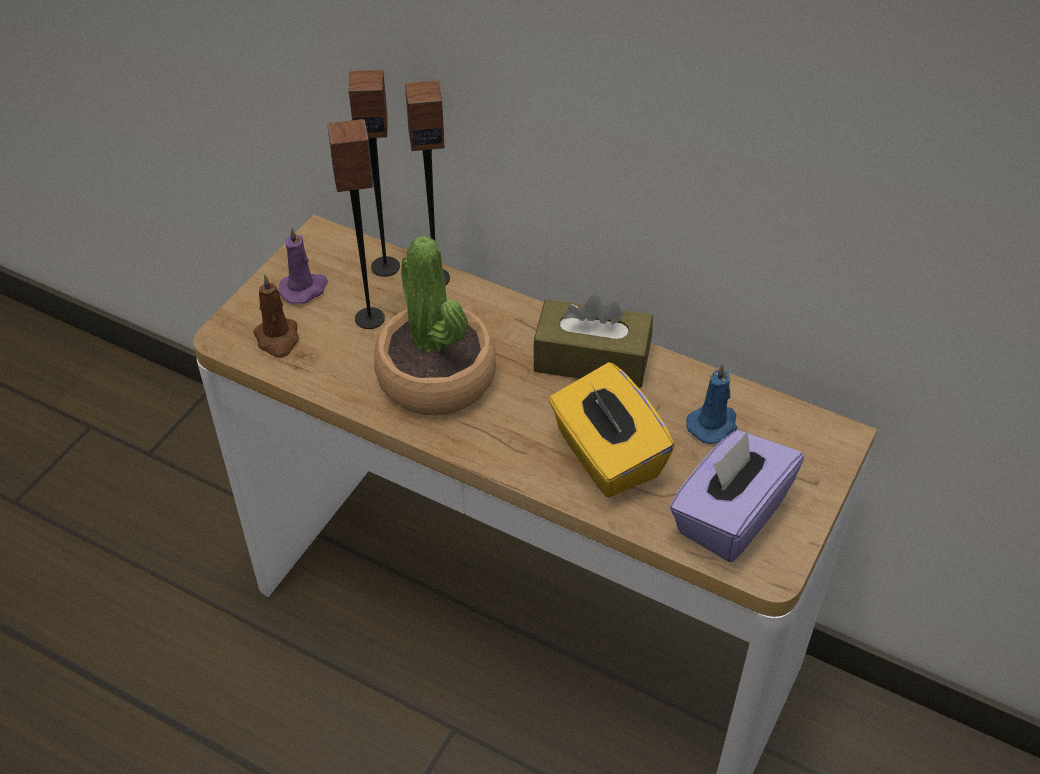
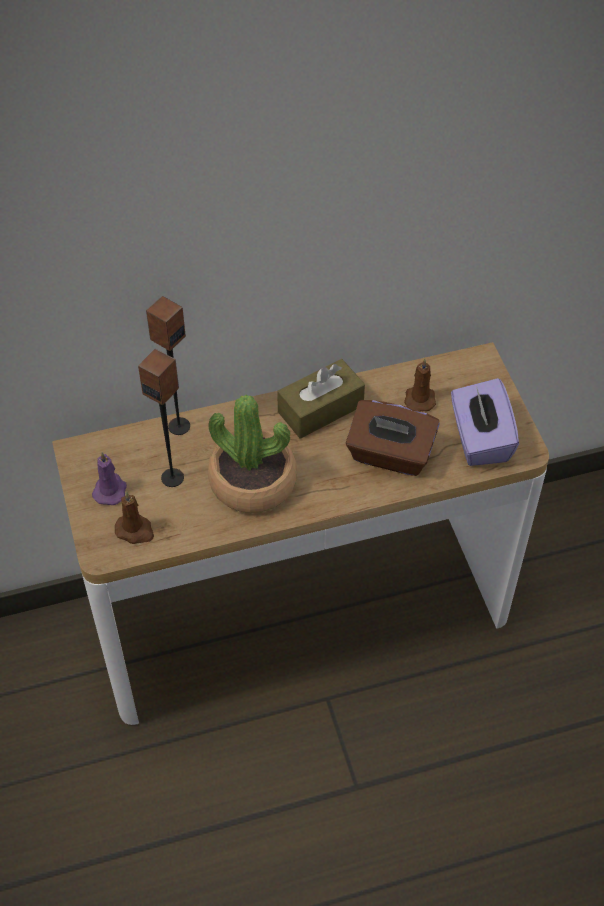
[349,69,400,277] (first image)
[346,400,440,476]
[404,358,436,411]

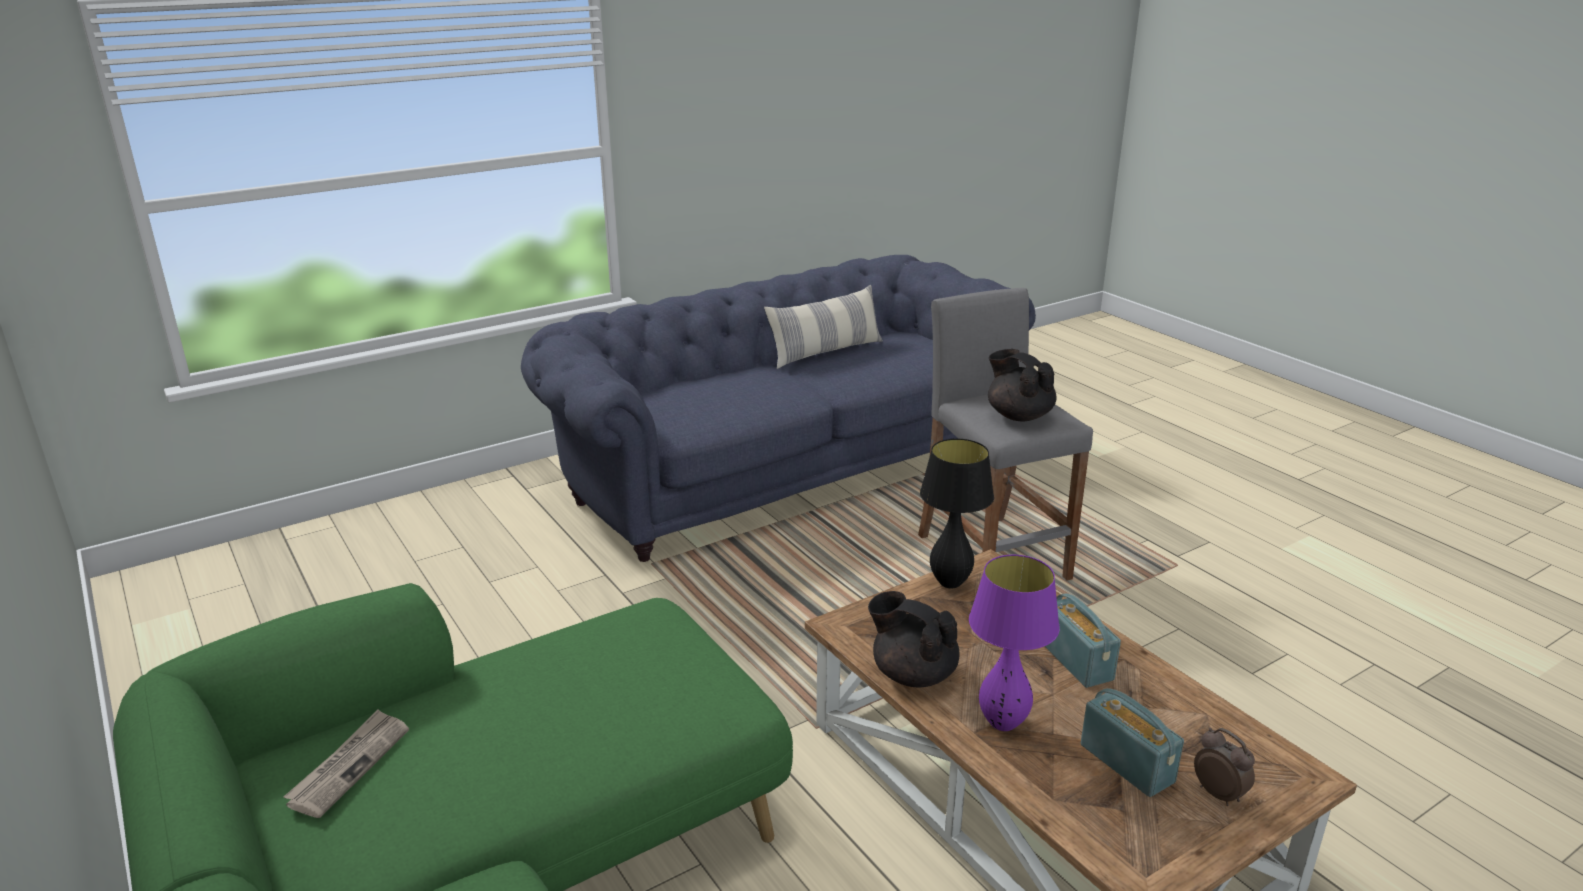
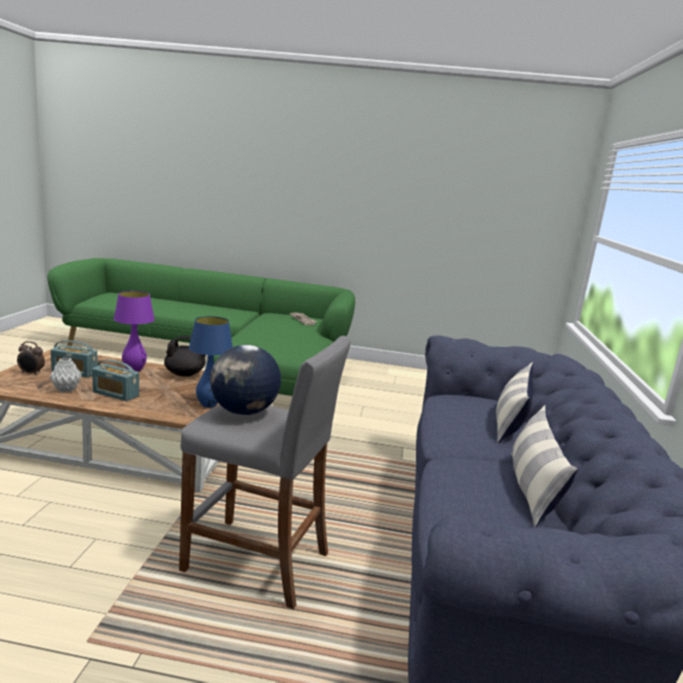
[189,316,233,408]
[210,345,281,415]
[50,357,82,393]
[496,363,533,443]

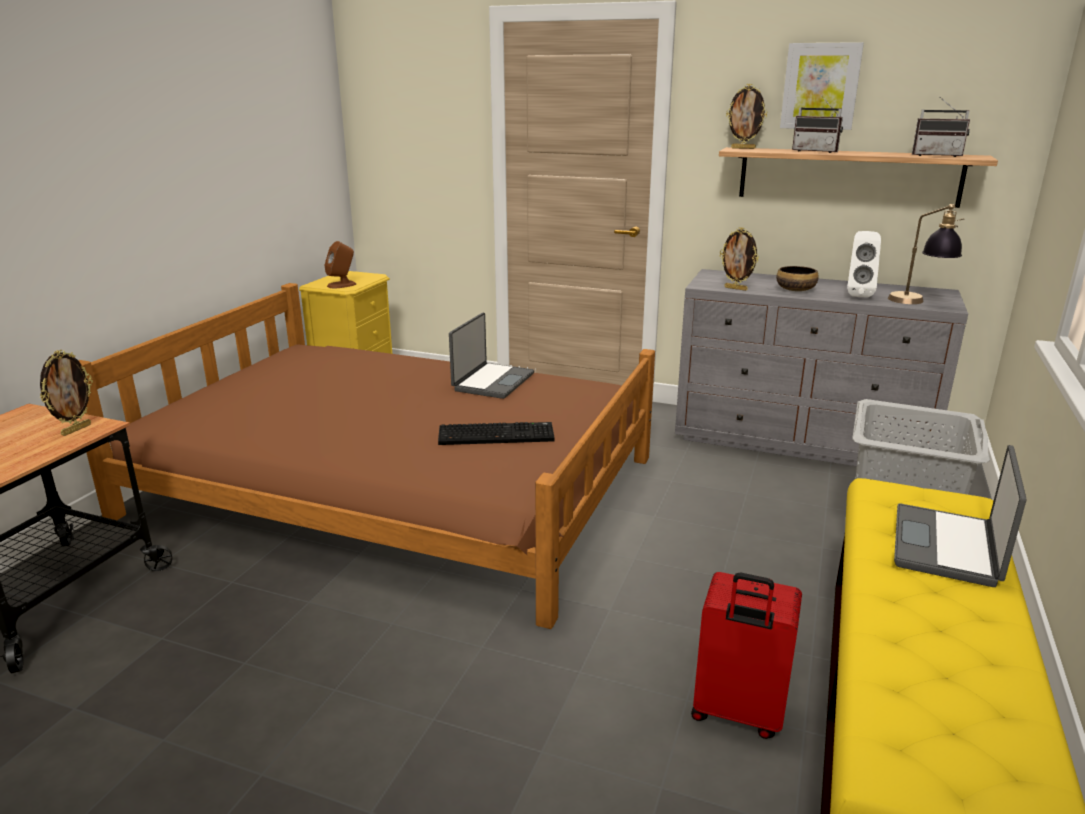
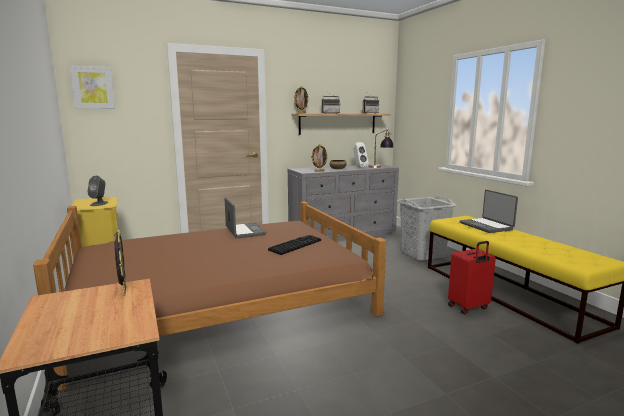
[87,176,108,206]
[70,65,115,109]

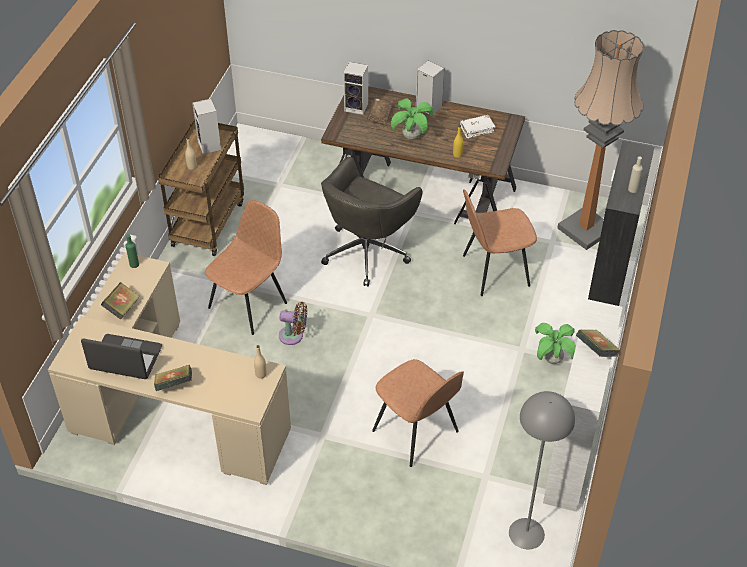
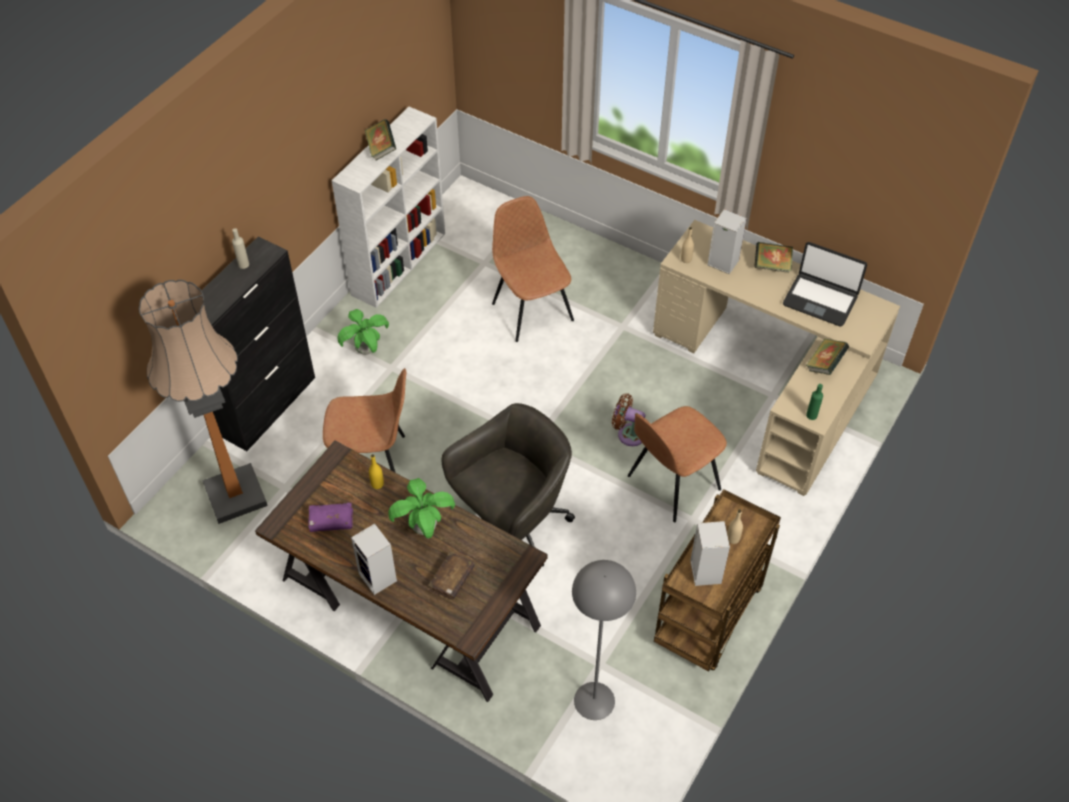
[708,209,747,274]
[308,503,353,532]
[572,560,636,720]

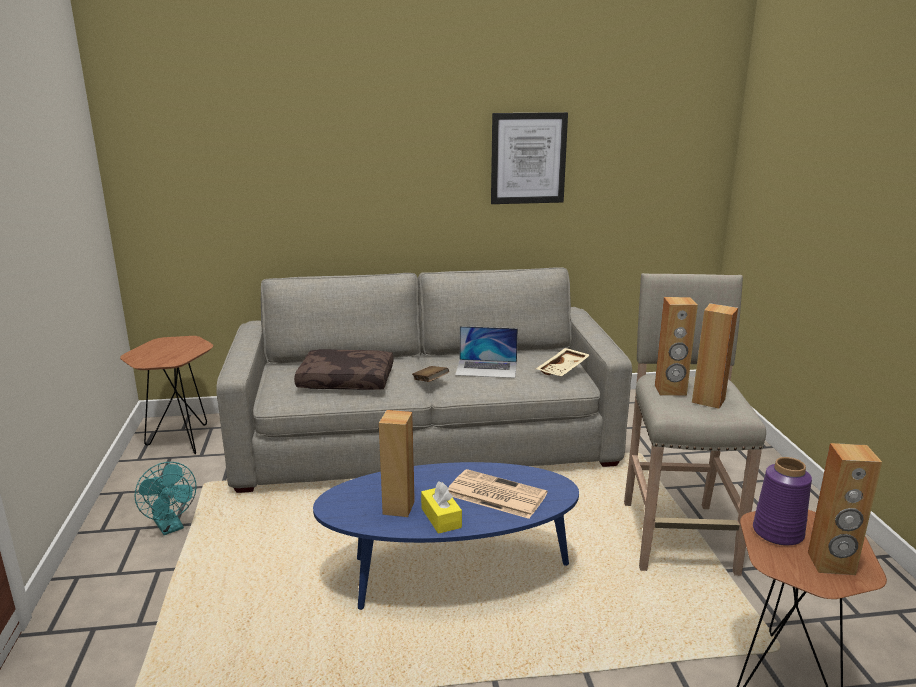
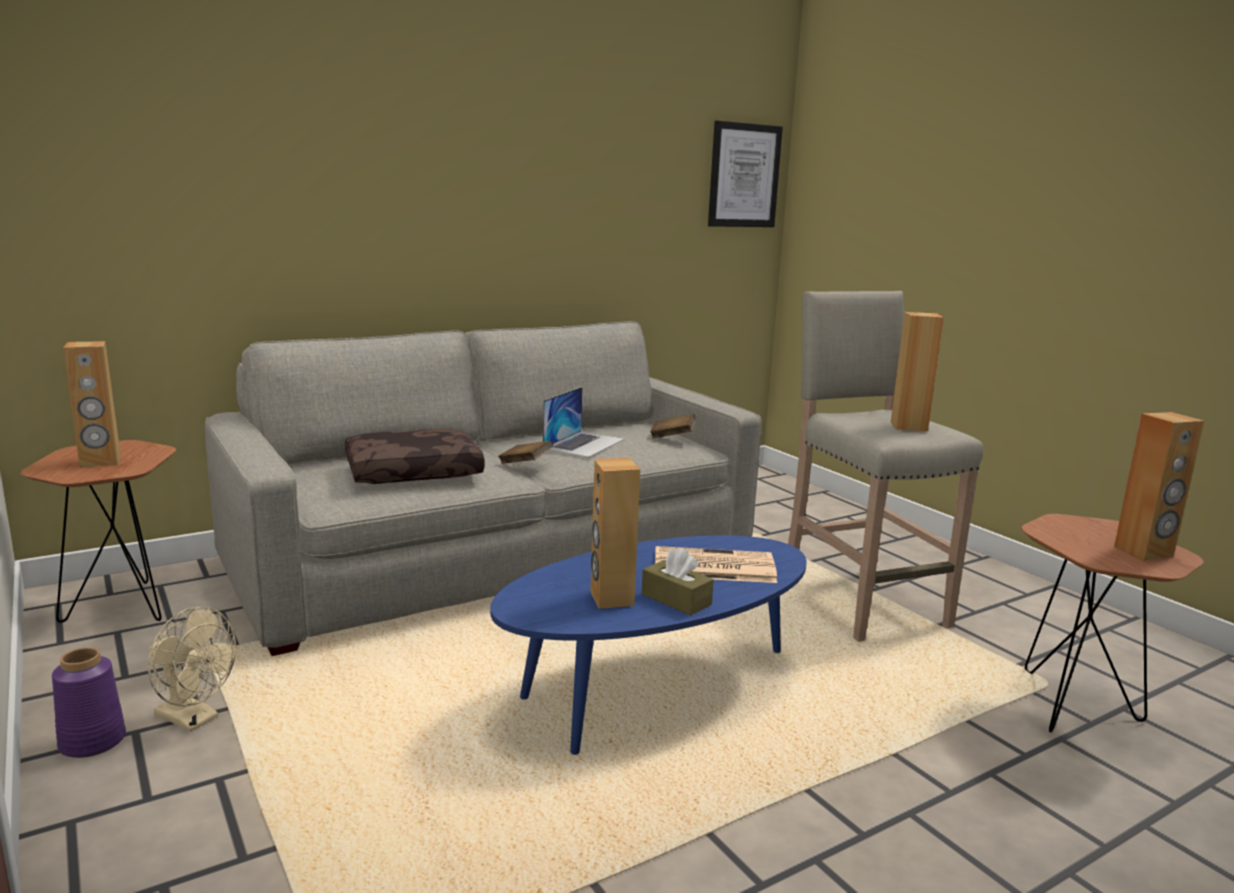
[148,606,236,732]
[641,548,714,615]
[543,387,625,458]
[708,121,783,227]
[650,414,696,439]
[63,341,121,468]
[52,647,126,758]

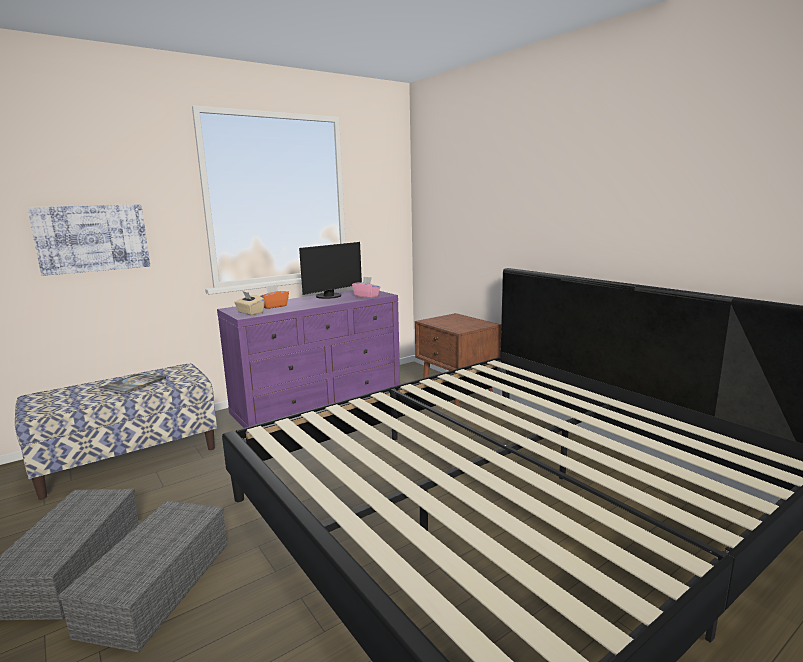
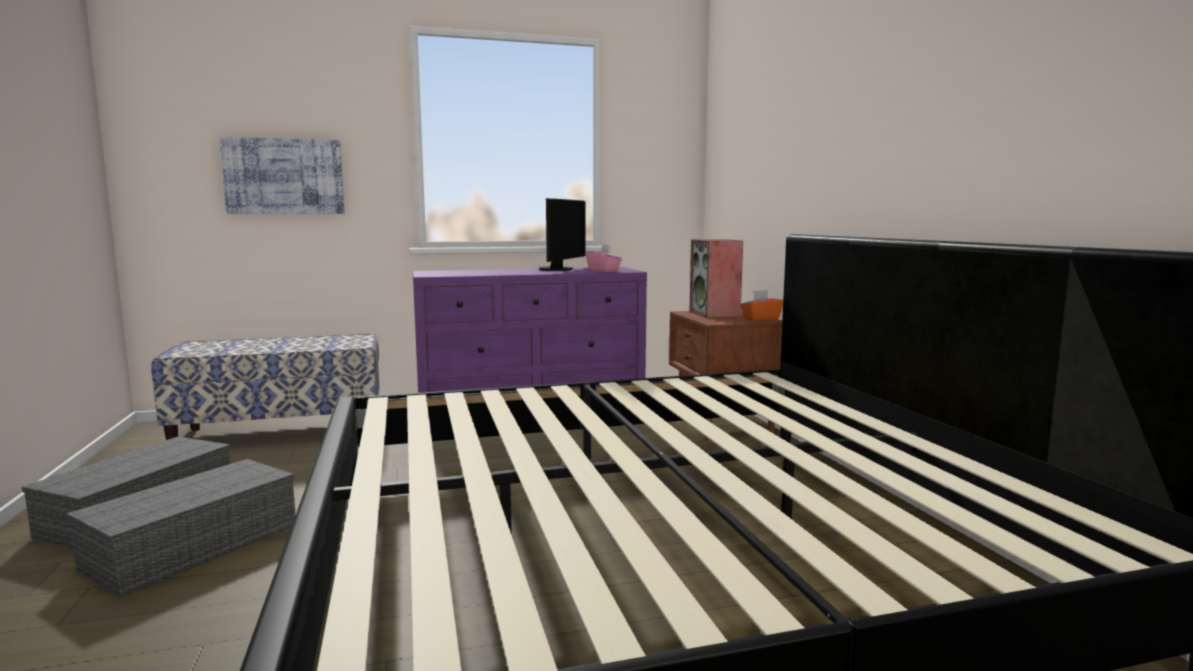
[99,372,166,394] (first image)
[234,292,265,316] (first image)
[740,290,783,321]
[539,198,586,271]
[689,239,743,318]

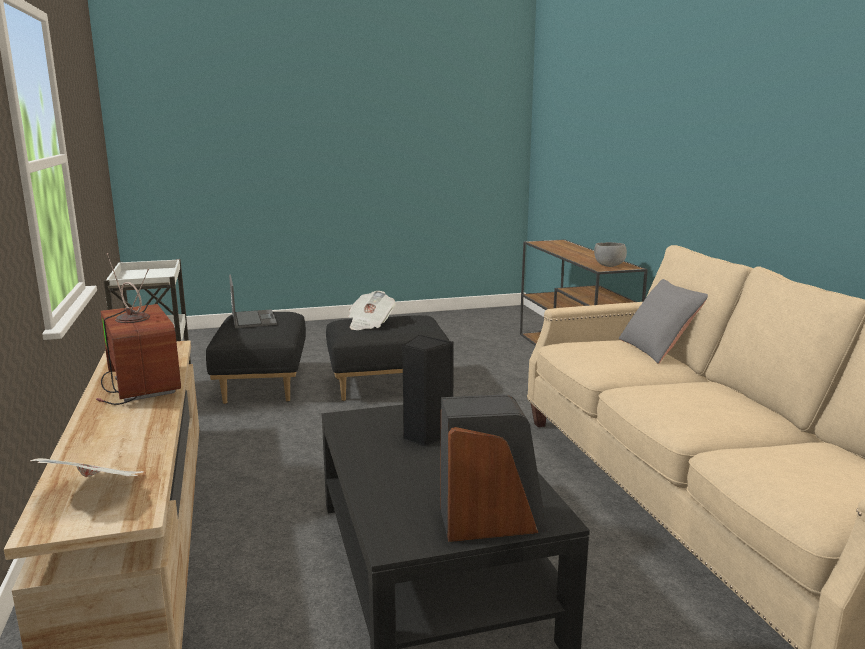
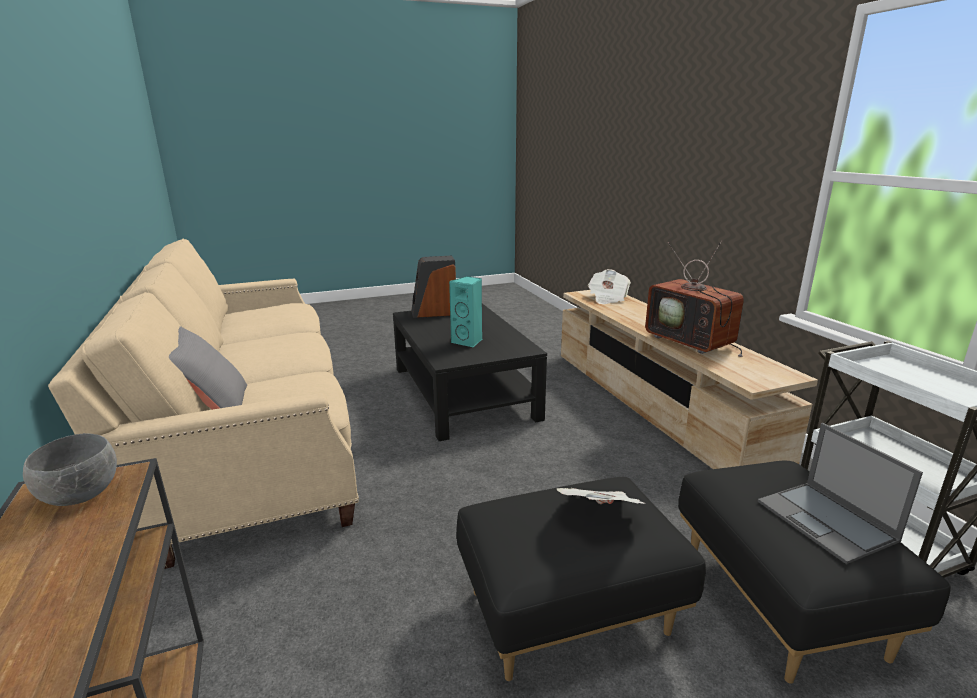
[449,276,482,348]

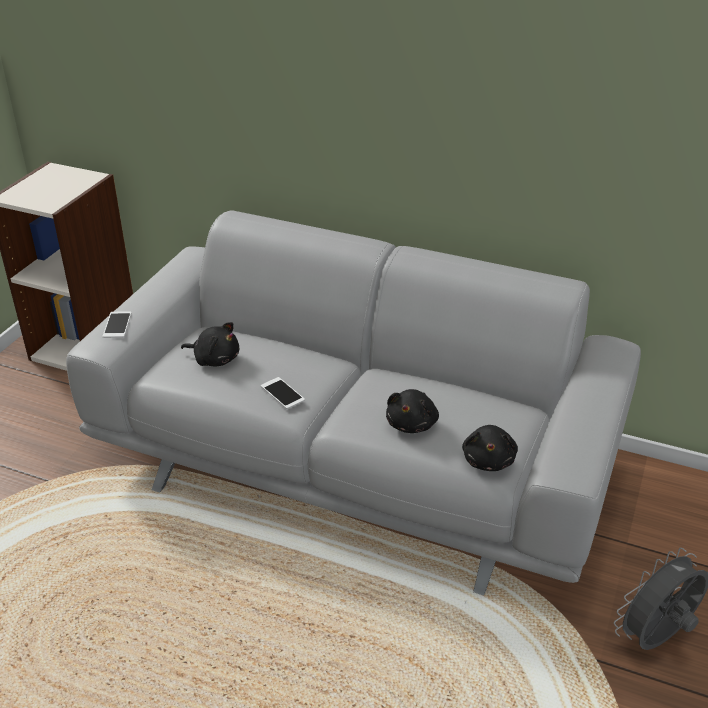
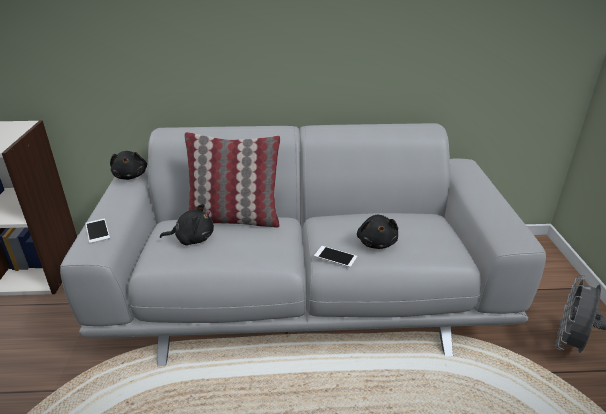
[314,246,357,267]
[110,151,147,180]
[185,132,280,228]

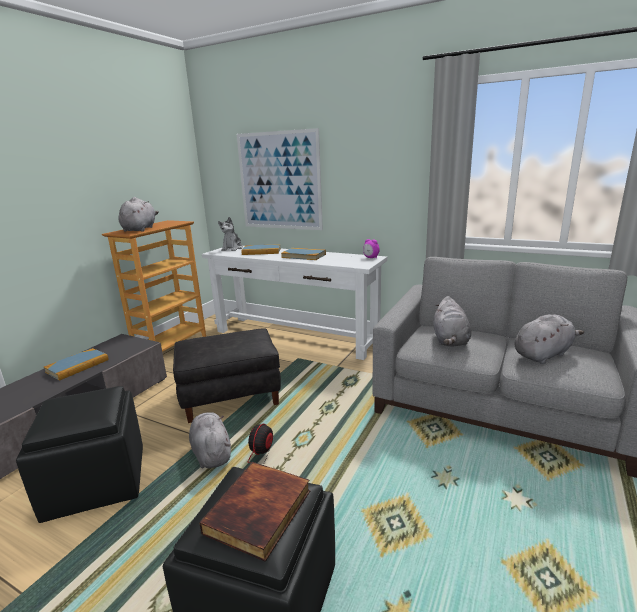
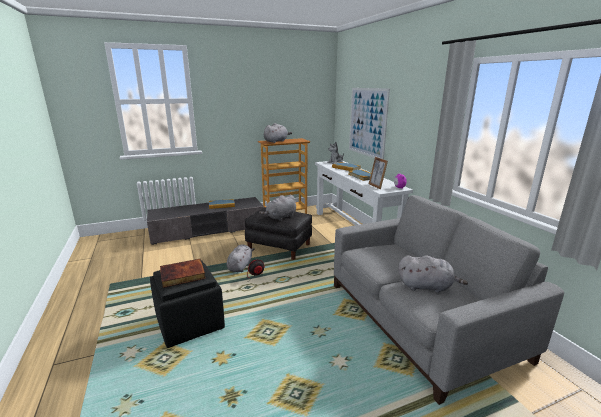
[16,386,143,523] (first image)
[259,195,296,221]
[369,157,388,189]

